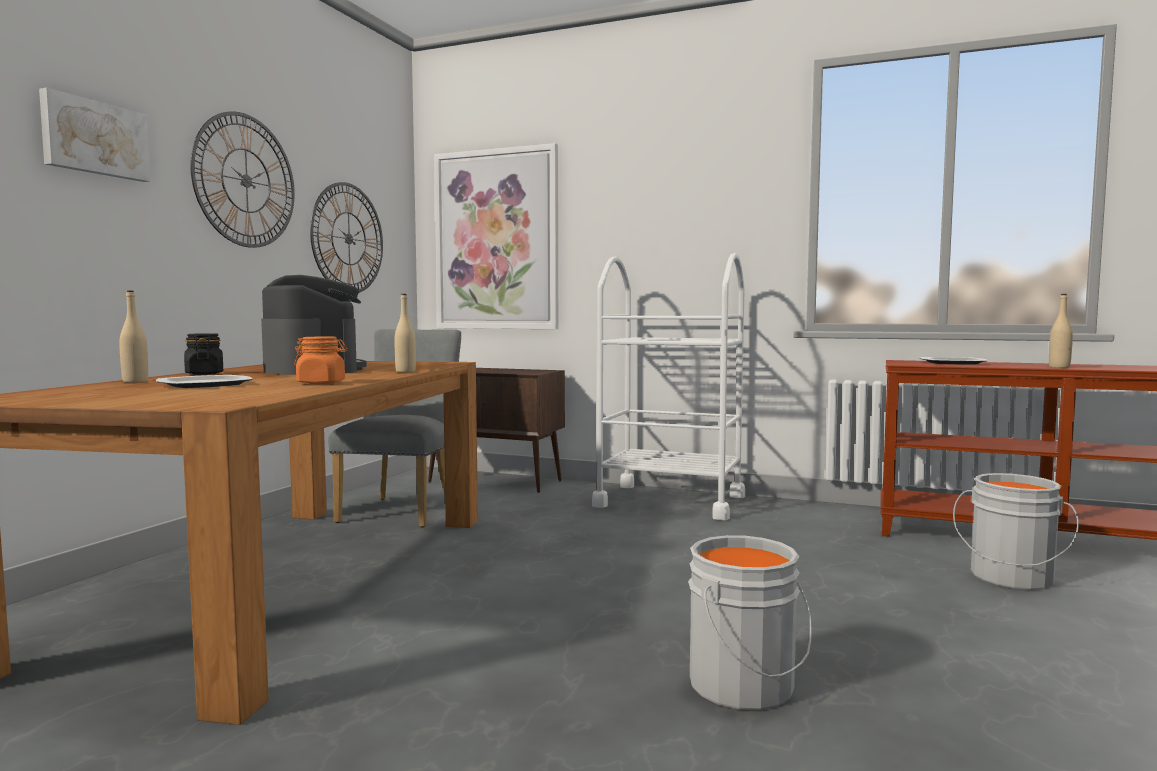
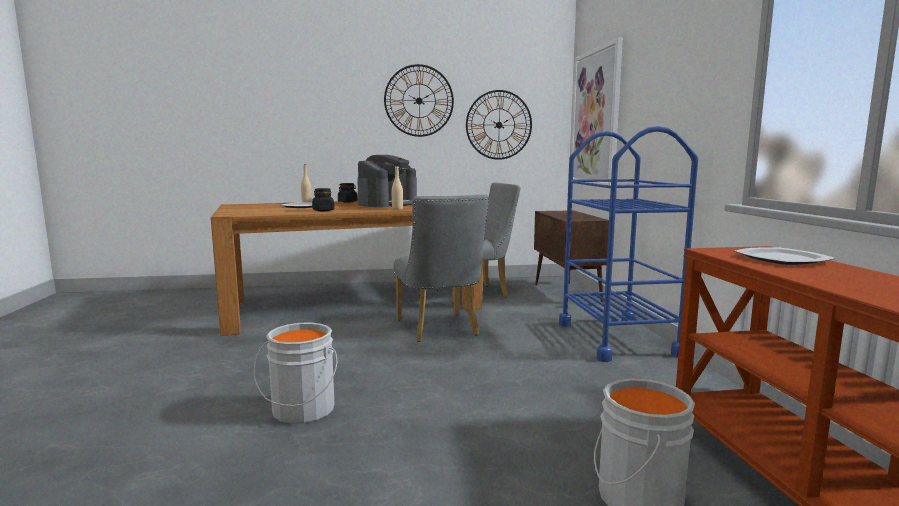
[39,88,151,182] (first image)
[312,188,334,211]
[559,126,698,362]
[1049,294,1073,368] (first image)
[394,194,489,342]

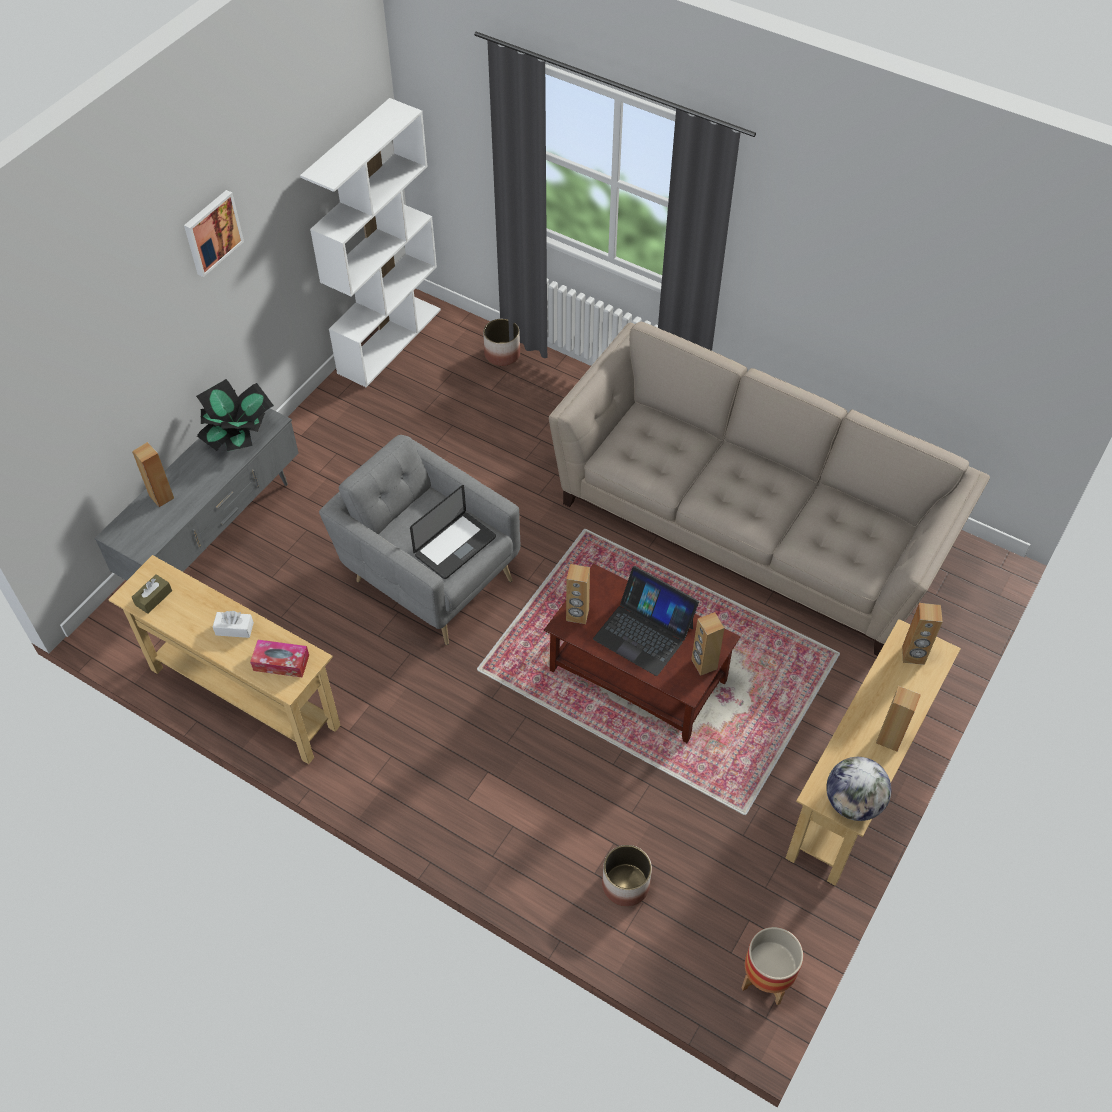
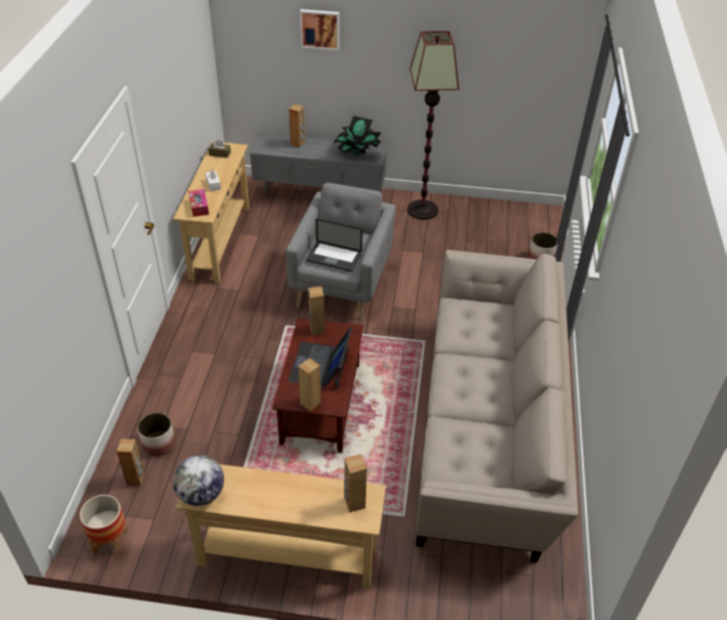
[300,9,339,50]
[300,98,441,387] (first image)
[117,439,144,486]
[407,31,459,220]

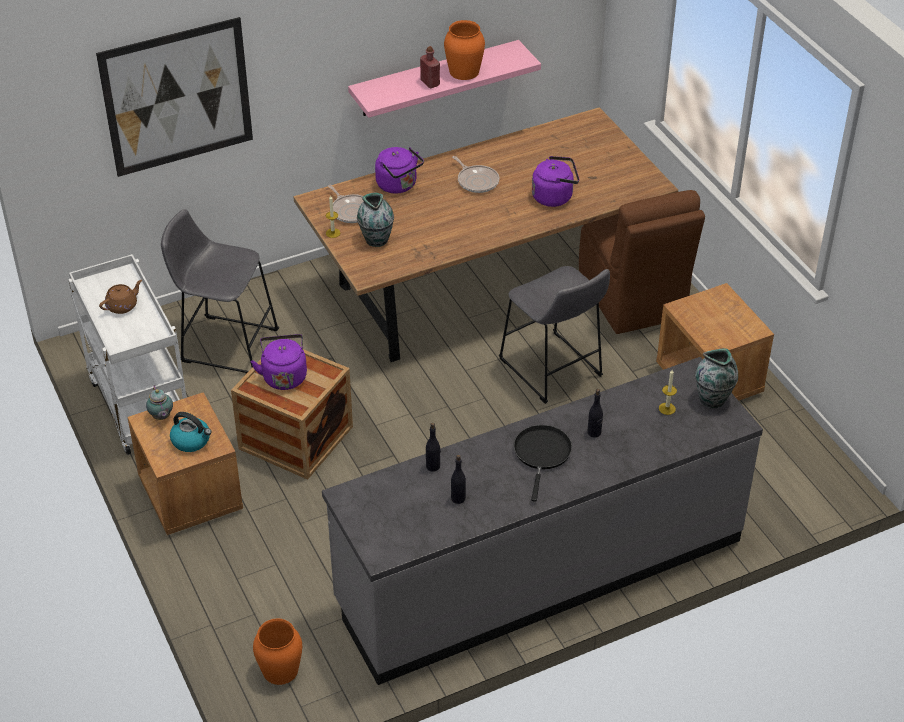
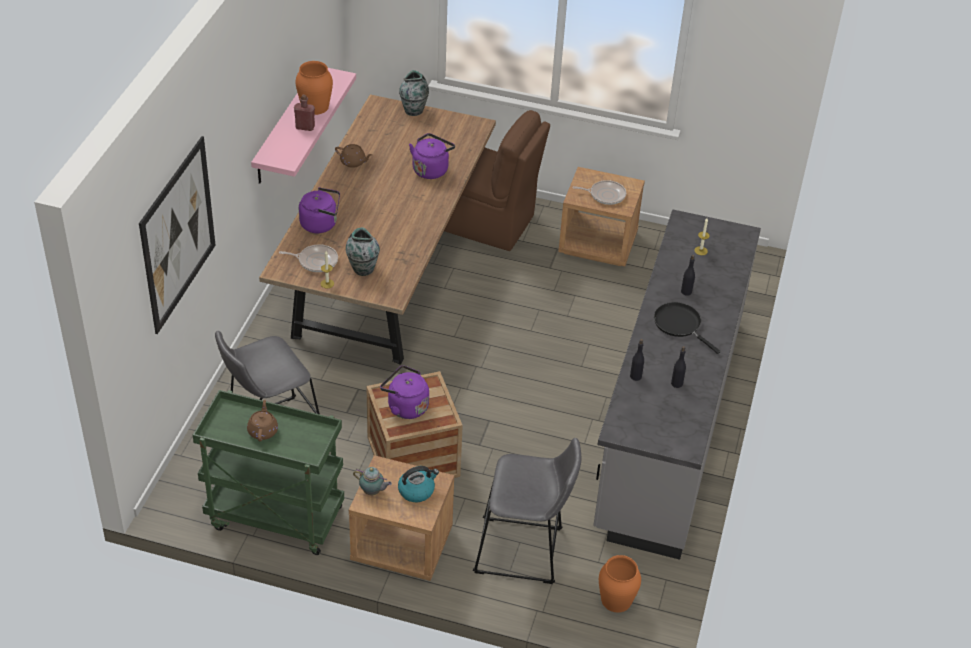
[193,390,344,555]
[572,180,626,205]
[473,438,581,584]
[399,70,429,116]
[335,144,372,168]

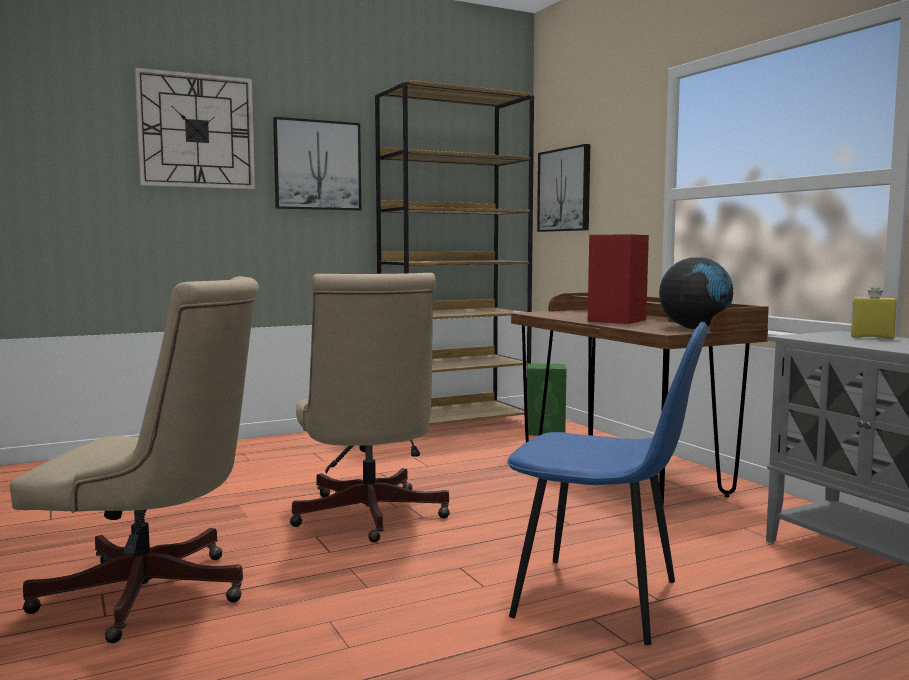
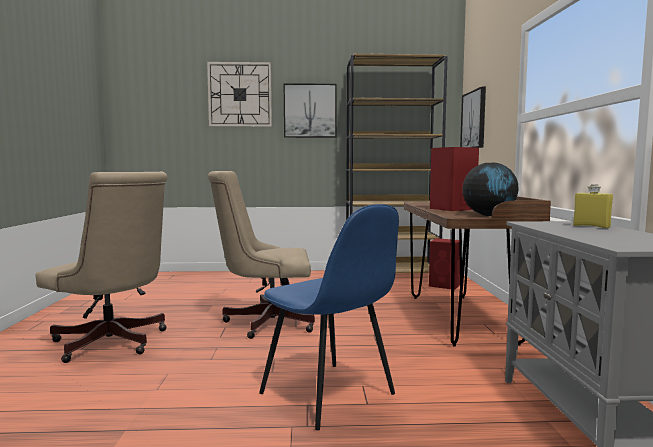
[208,171,315,339]
[429,238,460,290]

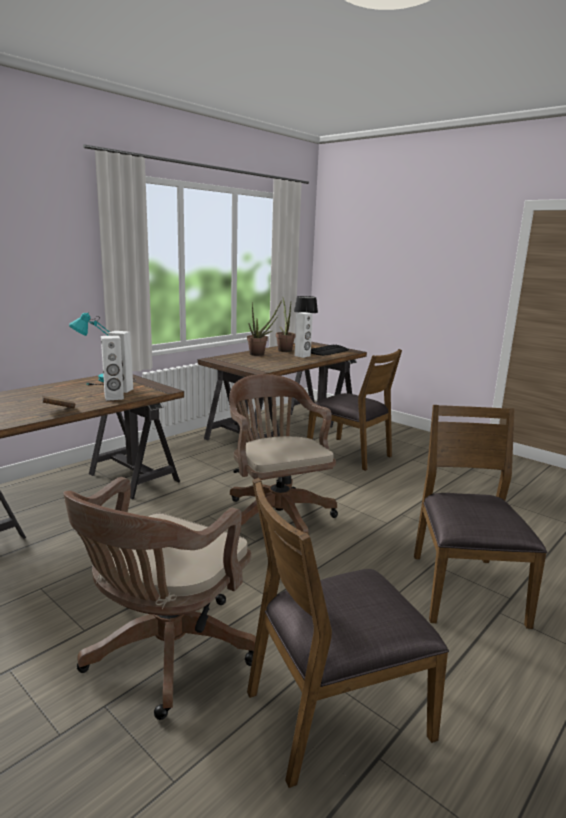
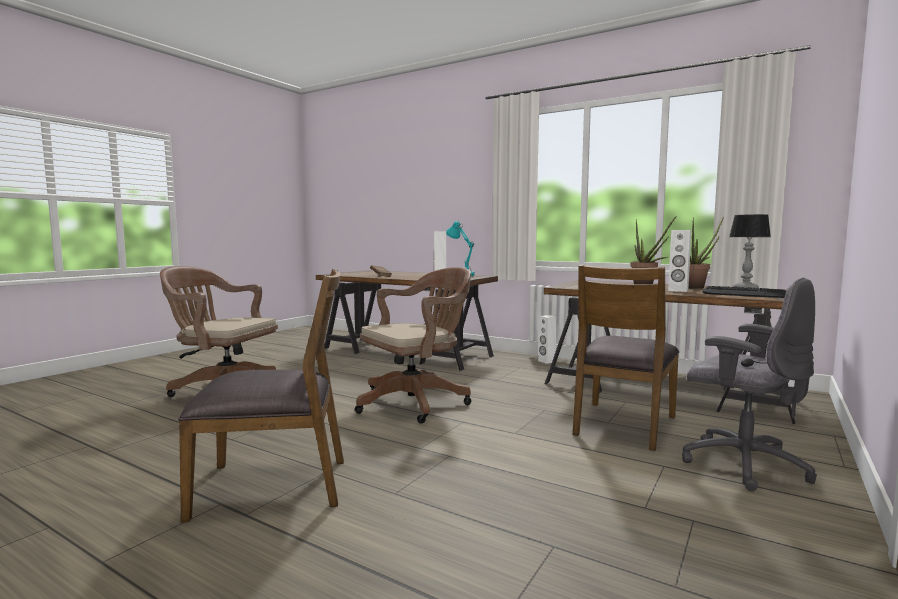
[538,315,557,364]
[247,478,449,788] (first image)
[682,278,817,491]

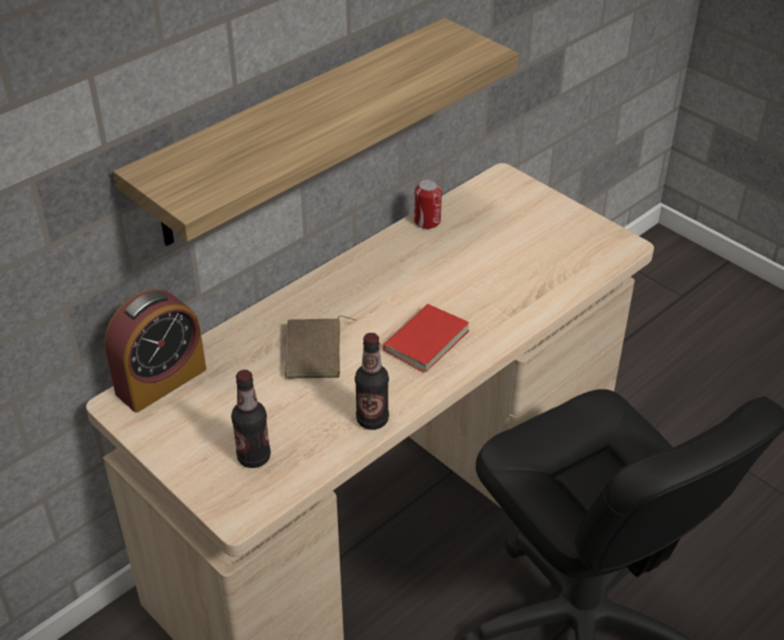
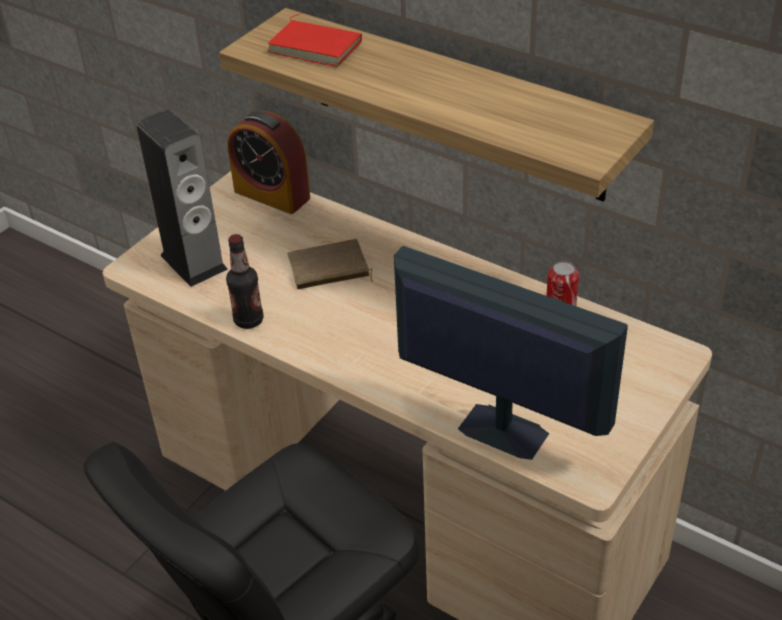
[136,110,228,287]
[268,13,362,67]
[394,246,628,460]

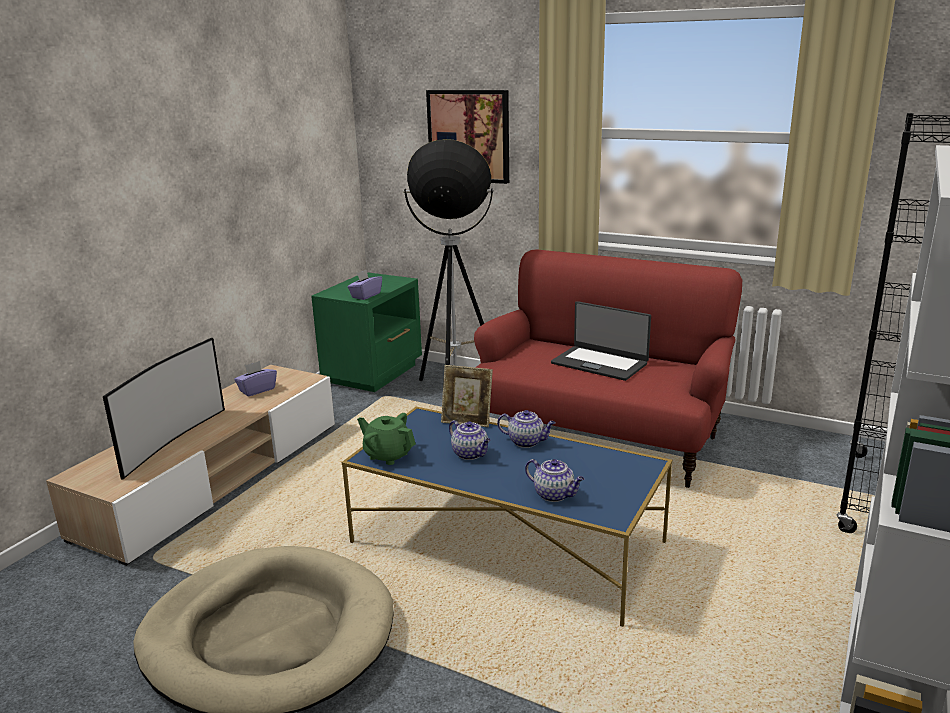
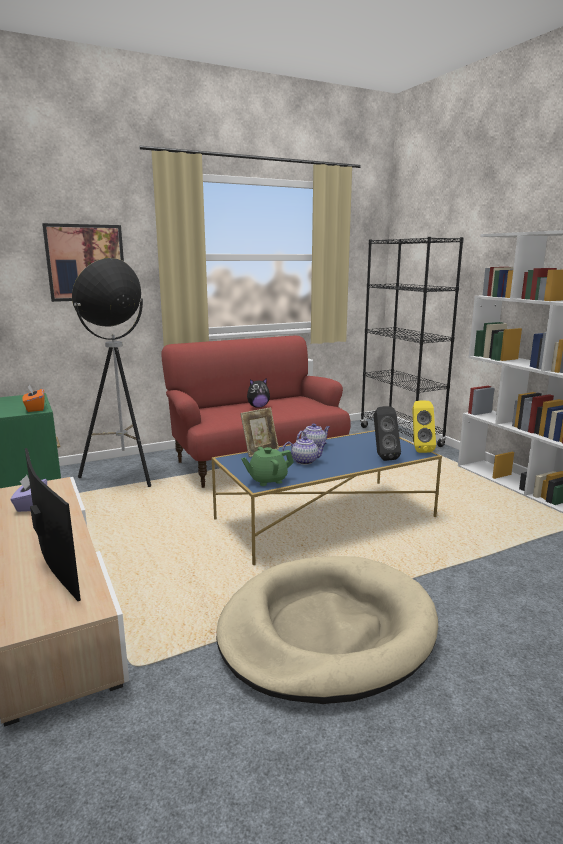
[22,384,45,412]
[374,406,401,461]
[247,378,270,408]
[412,401,436,453]

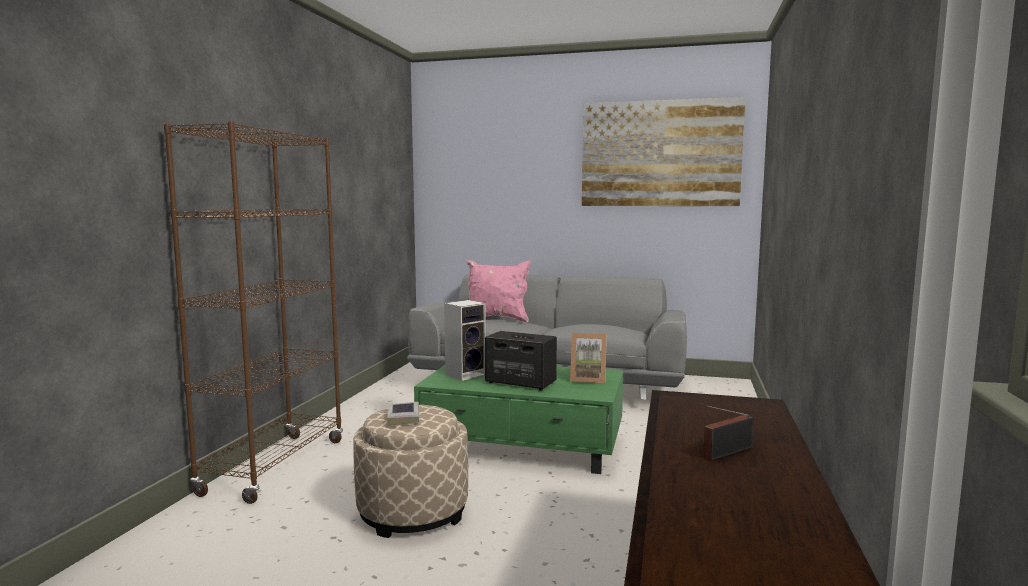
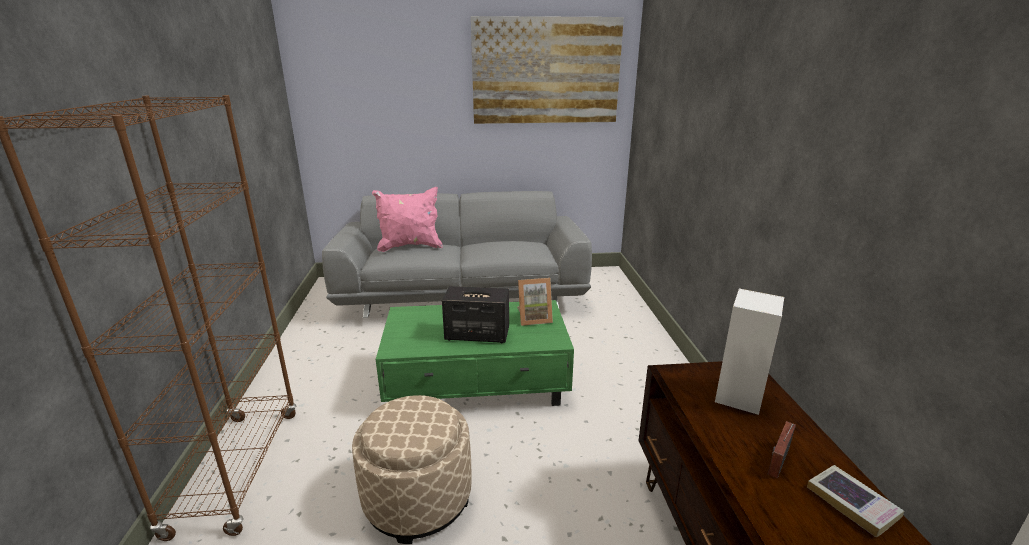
[807,465,904,538]
[715,288,785,415]

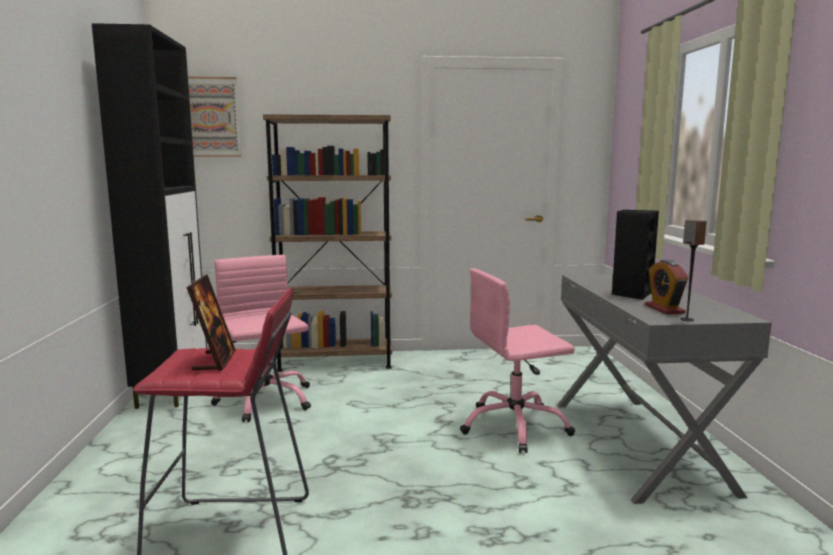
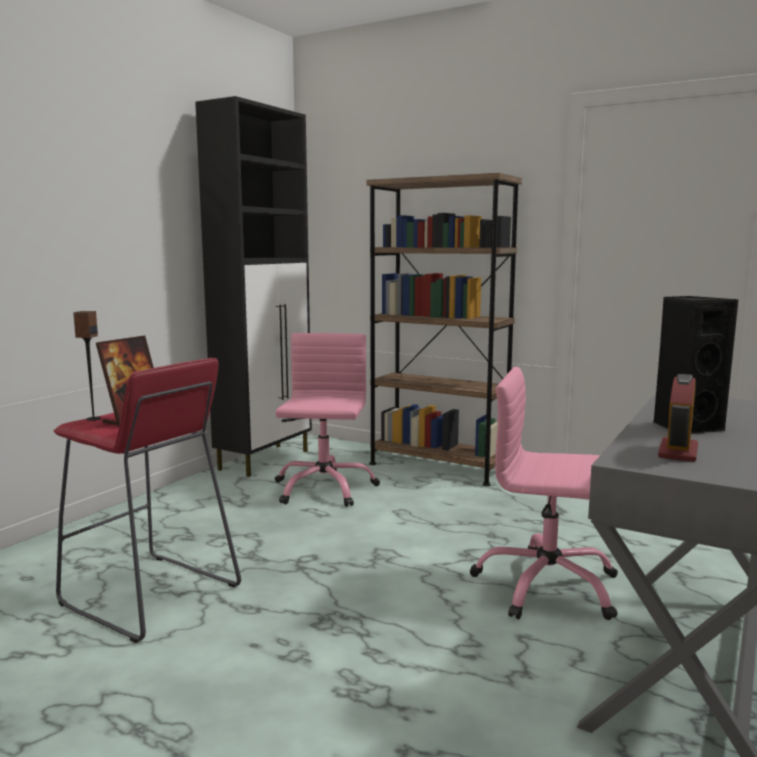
[188,77,241,157] (first image)
[73,311,101,421]

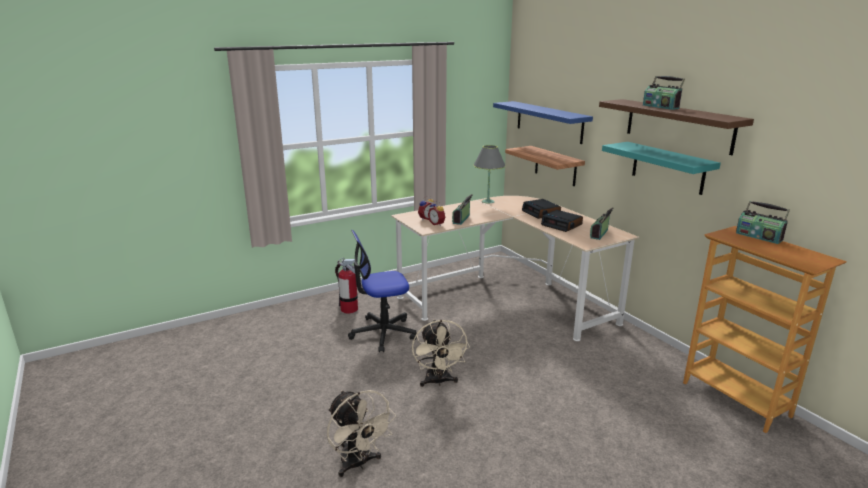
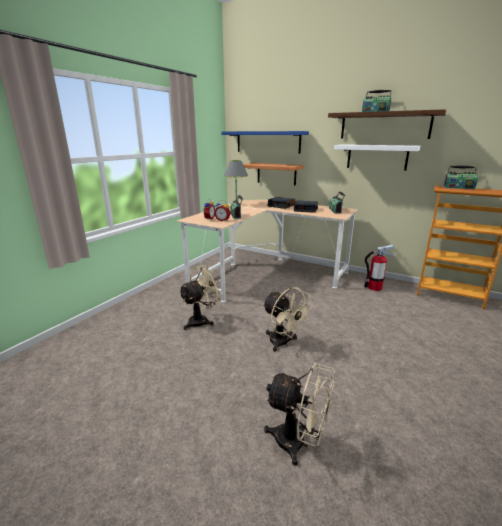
[364,245,394,291]
[178,265,225,330]
[334,144,420,171]

